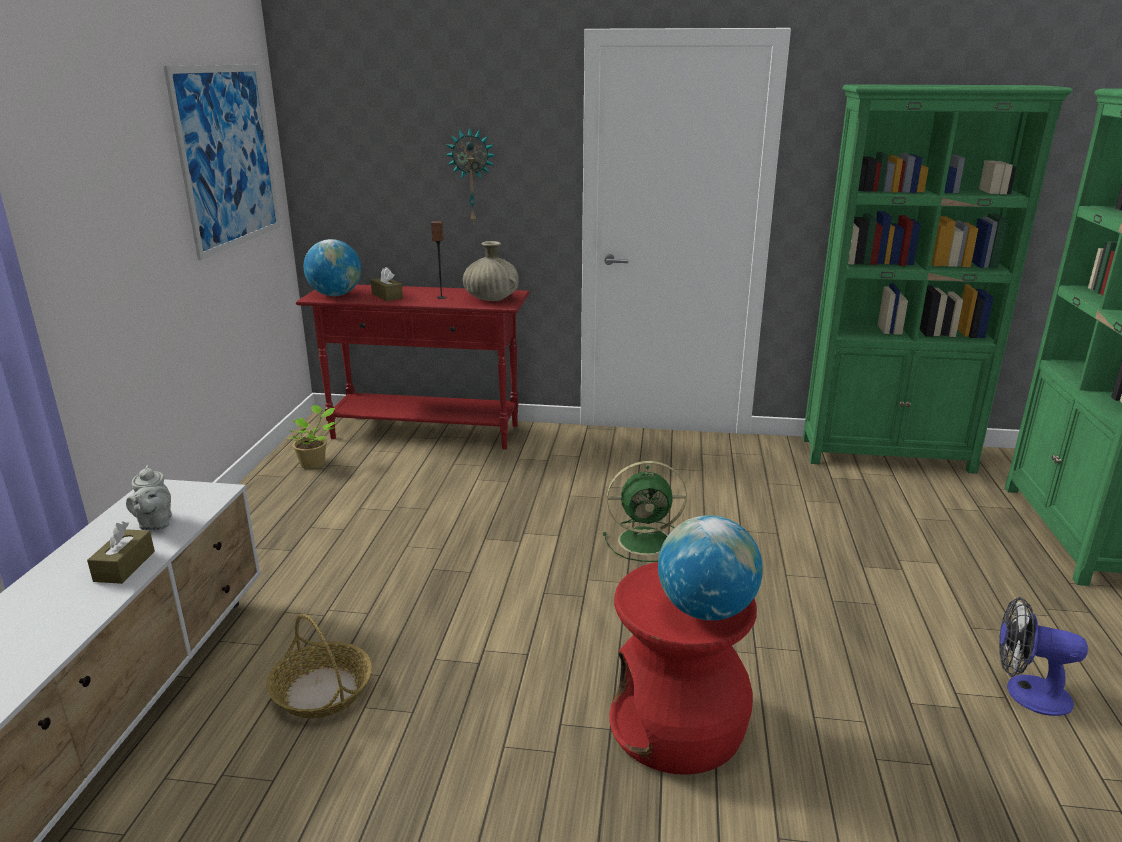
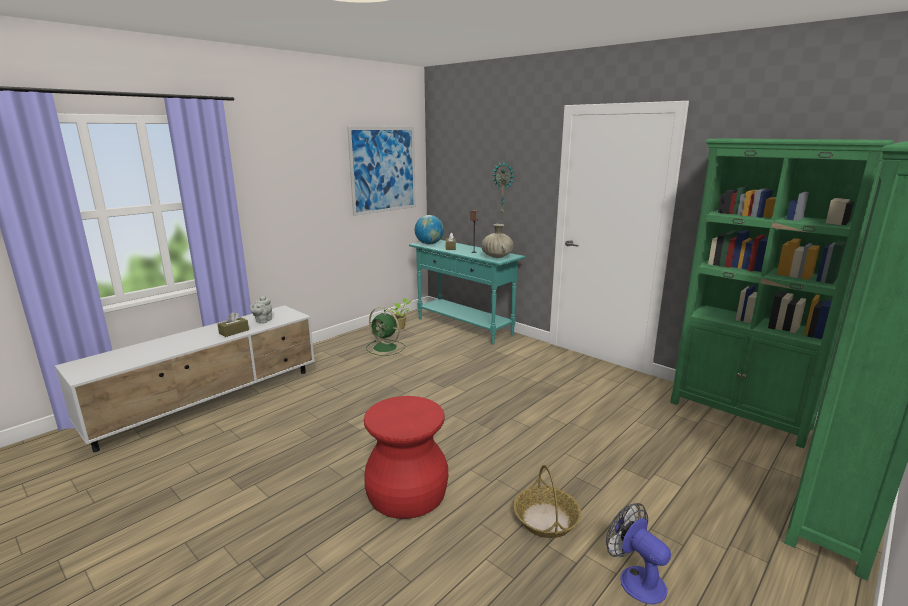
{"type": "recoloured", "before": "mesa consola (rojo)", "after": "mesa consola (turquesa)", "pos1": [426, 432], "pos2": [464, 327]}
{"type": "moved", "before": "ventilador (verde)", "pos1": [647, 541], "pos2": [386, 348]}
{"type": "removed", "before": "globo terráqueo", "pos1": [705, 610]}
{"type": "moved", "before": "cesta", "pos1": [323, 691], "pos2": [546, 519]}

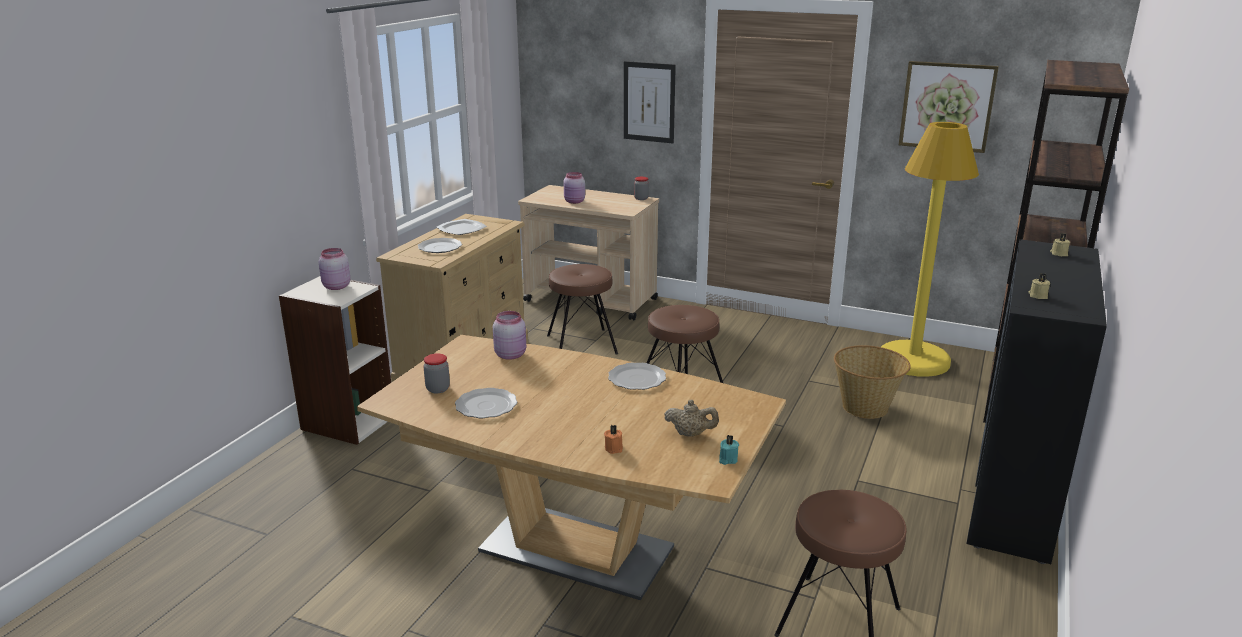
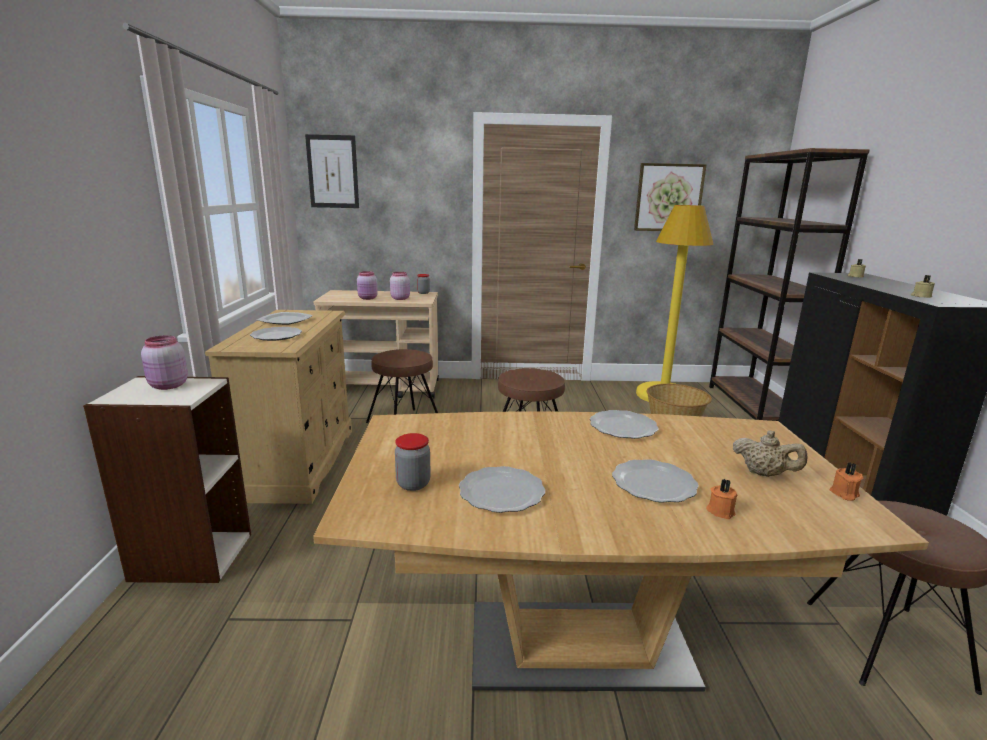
{"type": "moved", "before": "cuadro", "pos1": [649, 102], "pos2": [332, 172]}
{"type": "moved", "before": "tarro (rosa)", "pos1": [511, 354], "pos2": [400, 298]}
{"type": "turned", "before": "tetera (beis)", "pos1": [690, 434], "pos2": [764, 474], "turn": 45}
{"type": "recoloured", "before": "vela (turquesa)", "after": "vela (naranja)", "pos1": [727, 459], "pos2": [844, 494]}
{"type": "added", "after": "plato", "pos2": [654, 484]}

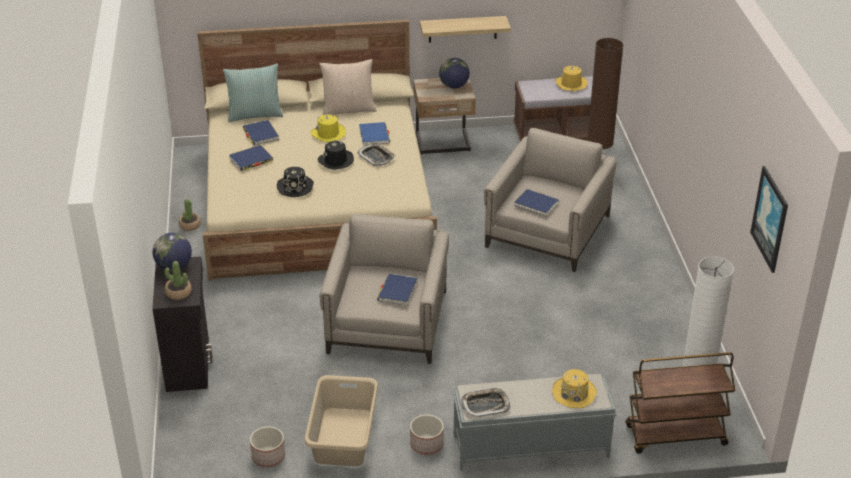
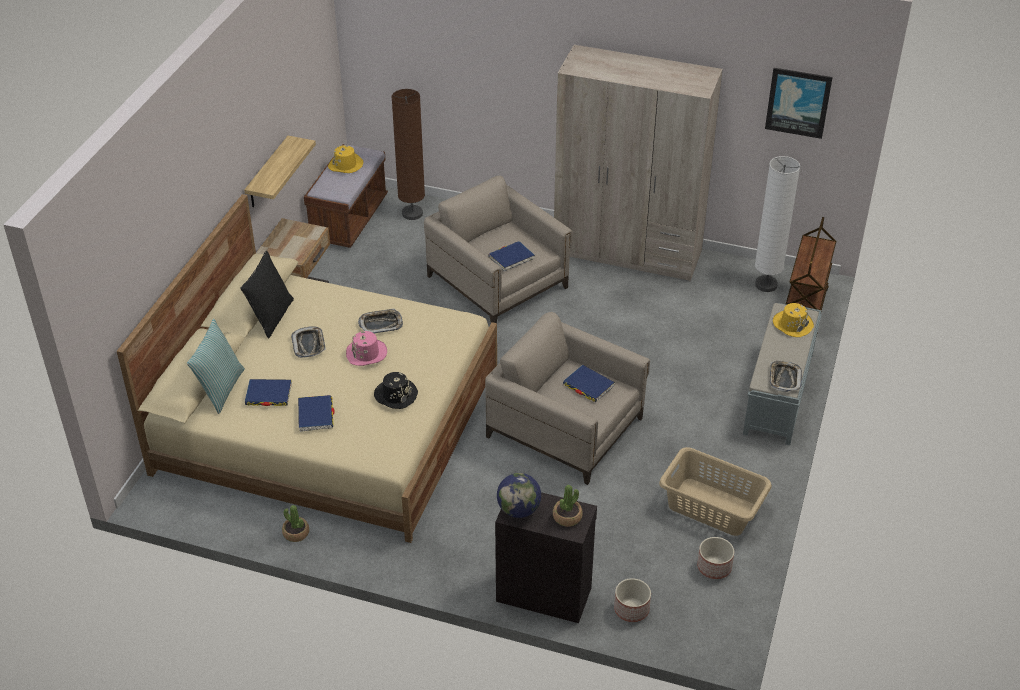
{"type": "removed", "before": "globo terráqueo", "pos1": [454, 86]}
{"type": "recoloured", "before": "cojín (beis)", "after": "cojín (negro)", "pos1": [348, 109], "pos2": [271, 317]}
{"type": "replaced", "before": "sombrero (amarillo)", "after": "bandeja", "pos1": [328, 134], "pos2": [309, 344]}
{"type": "removed", "before": "libro (azul)", "pos1": [374, 135]}
{"type": "recoloured", "before": "sombrero (negro)", "after": "sombrero (rosa)", "pos1": [336, 161], "pos2": [366, 353]}
{"type": "moved", "before": "maceta", "pos1": [426, 444], "pos2": [631, 609]}
{"type": "added", "after": "armario ropero (beis)", "pos2": [627, 252]}

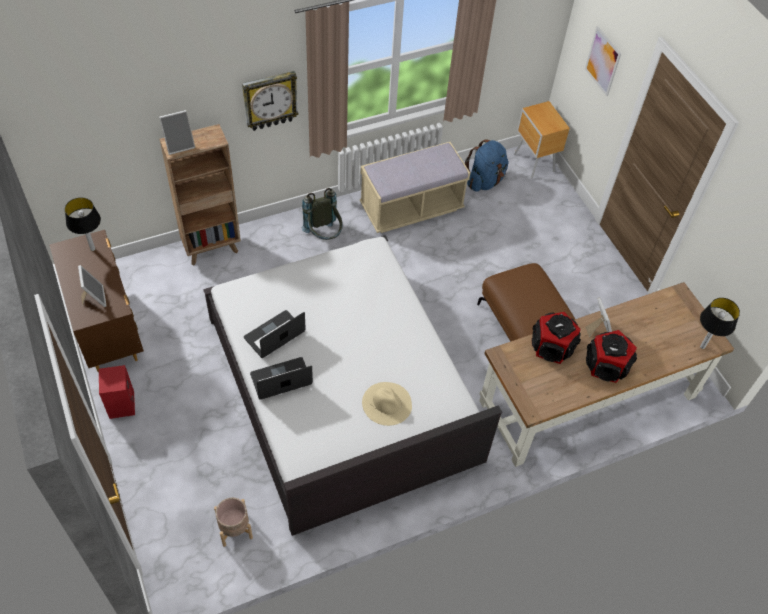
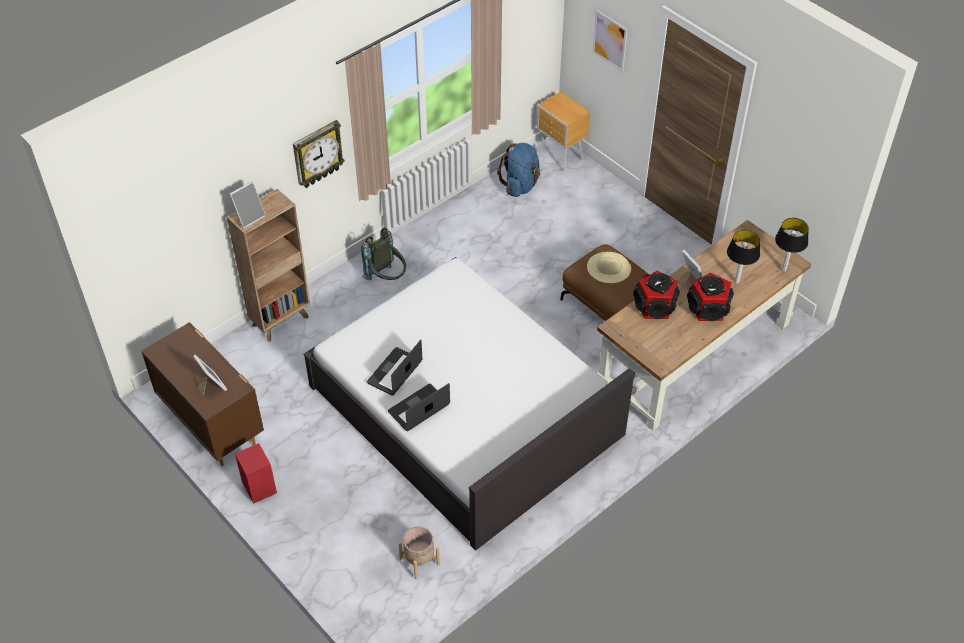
{"type": "removed", "before": "banco (beis)", "pos1": [411, 208]}
{"type": "moved", "before": "lámpara de mesa", "pos1": [92, 249], "pos2": [736, 282]}
{"type": "moved", "before": "sombrero (beis)", "pos1": [387, 403], "pos2": [609, 267]}

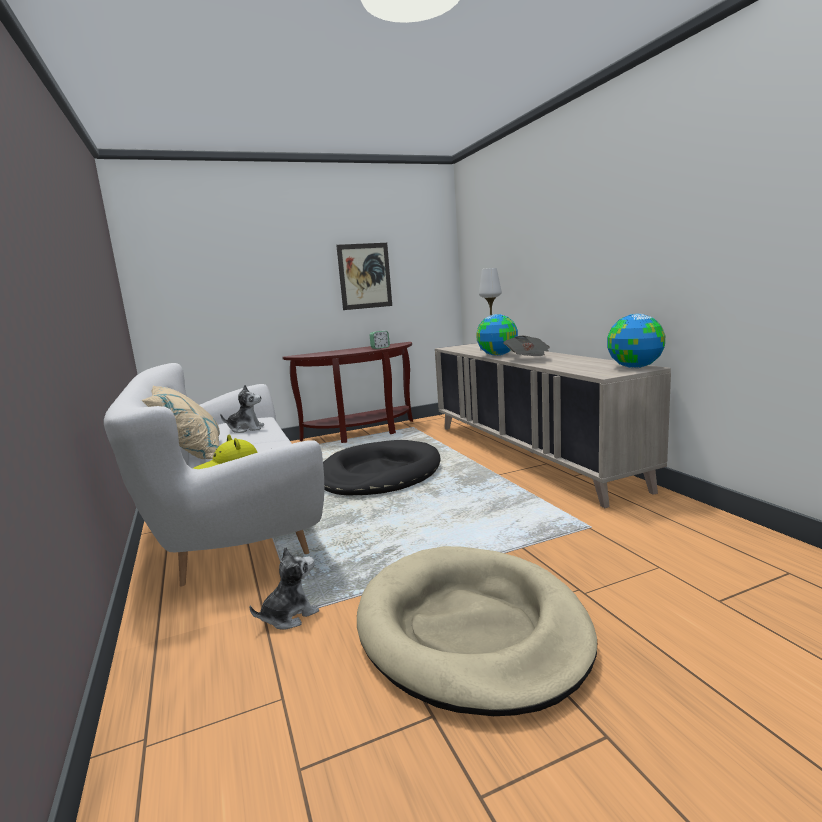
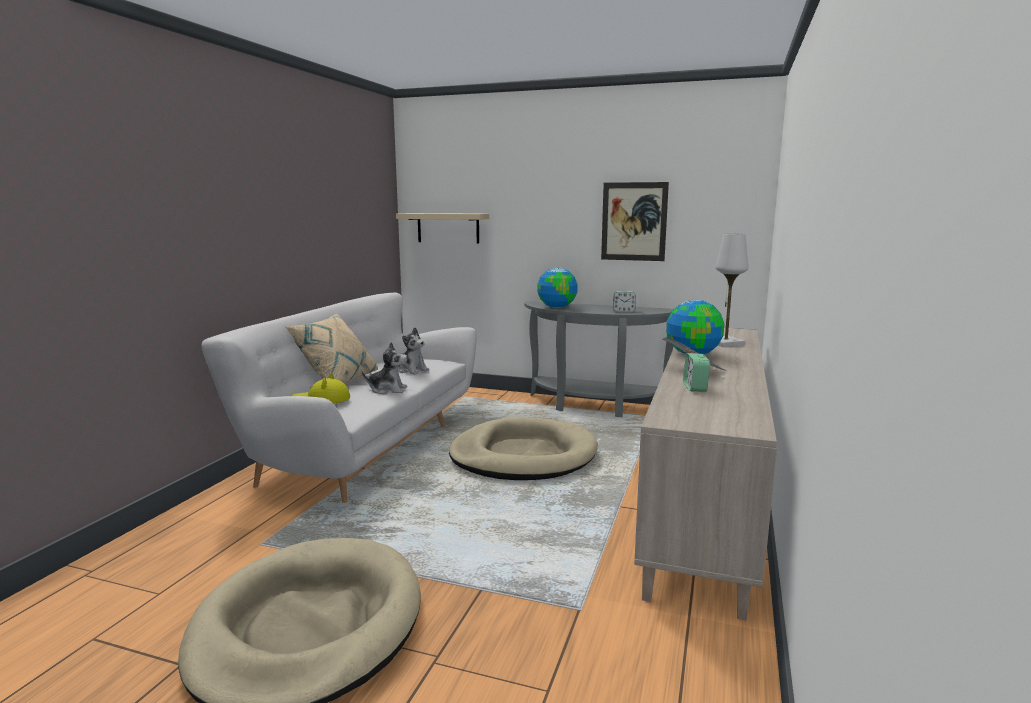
{"type": "moved", "before": "globo terráqueo", "pos1": [634, 367], "pos2": [556, 307]}
{"type": "recoloured", "before": "mesa consola (marrón)", "after": "mesa consola (gris)", "pos1": [362, 433], "pos2": [593, 406]}
{"type": "recoloured", "before": "cama para perro (negro)", "after": "cama para perro (beis)", "pos1": [379, 474], "pos2": [523, 456]}
{"type": "moved", "before": "peluche", "pos1": [289, 615], "pos2": [387, 390]}
{"type": "added", "after": "estante (beis)", "pos2": [448, 228]}
{"type": "added", "after": "despertador", "pos2": [695, 388]}

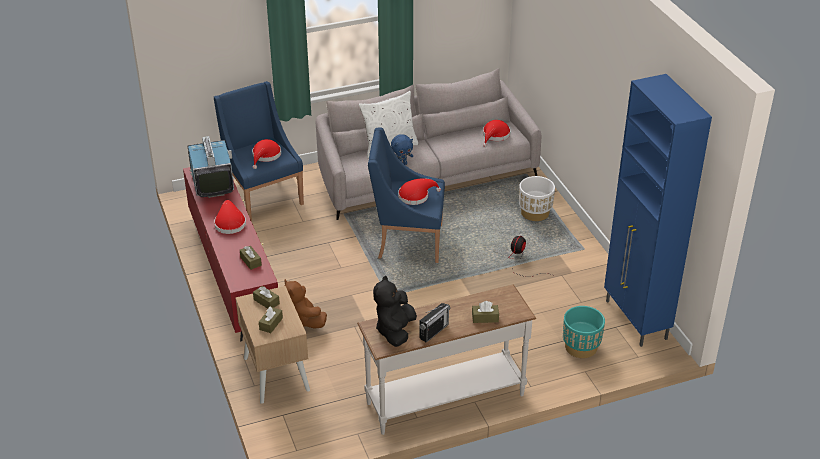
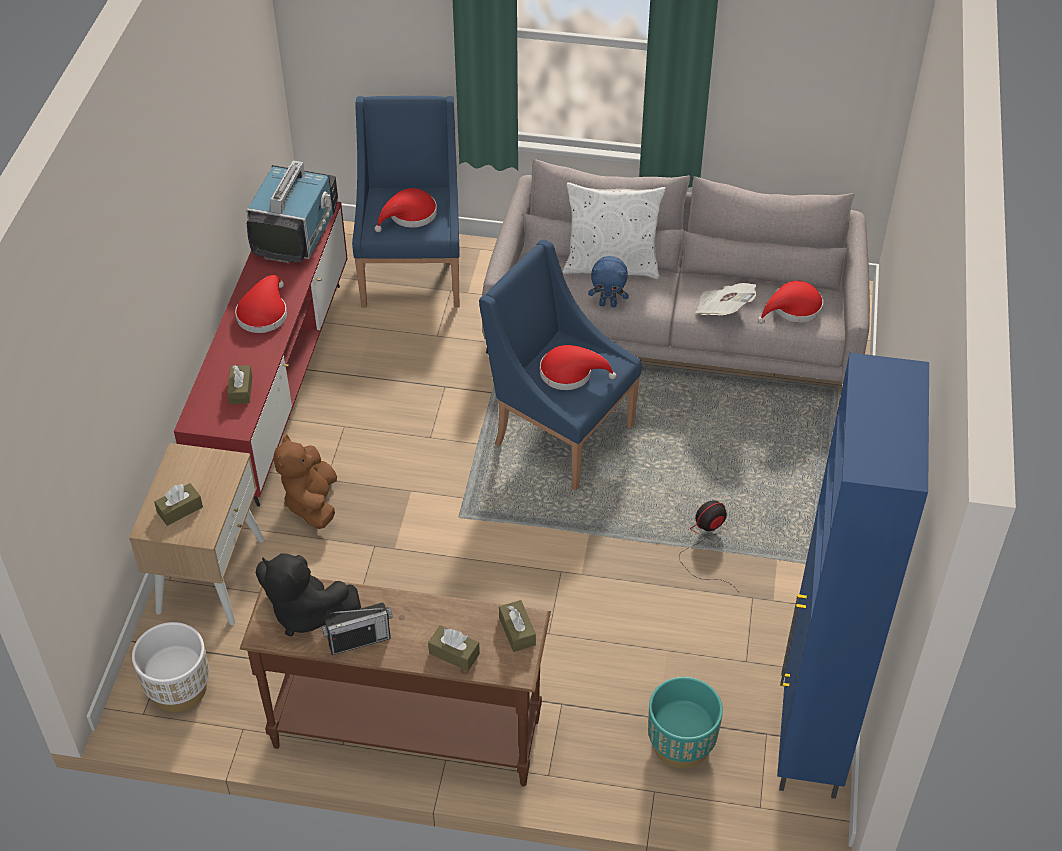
{"type": "moved", "before": "maceta (blanco)", "pos1": [535, 213], "pos2": [178, 688]}
{"type": "turned", "before": "peluche (negro)", "pos1": [395, 331], "pos2": [305, 612], "turn": -105}
{"type": "recoloured", "before": "mesa consola (blanco)", "after": "mesa consola (marrón)", "pos1": [444, 398], "pos2": [407, 731]}
{"type": "moved", "before": "caja de pañuelos (marrón)", "pos1": [266, 302], "pos2": [517, 631]}
{"type": "added", "after": "periódico", "pos2": [723, 310]}

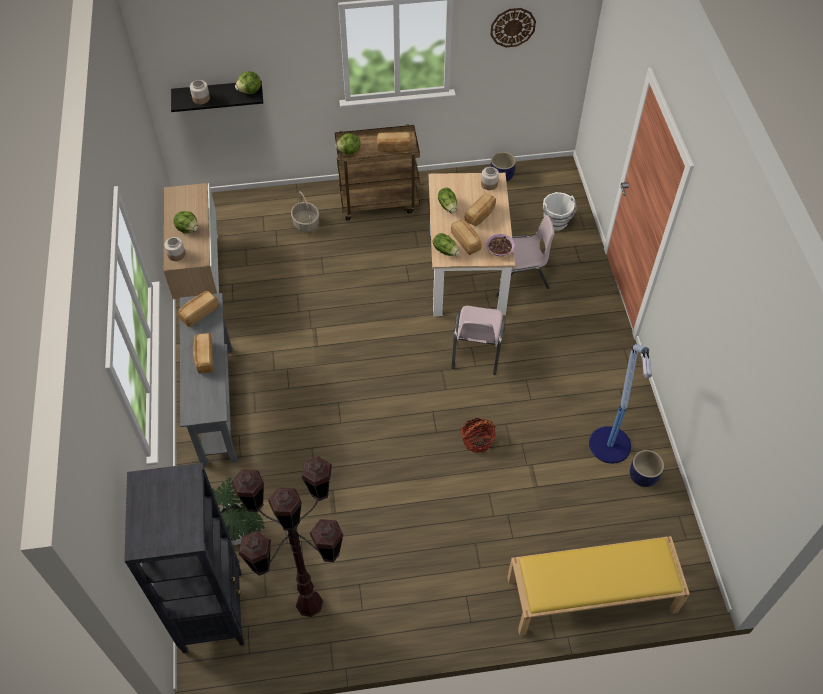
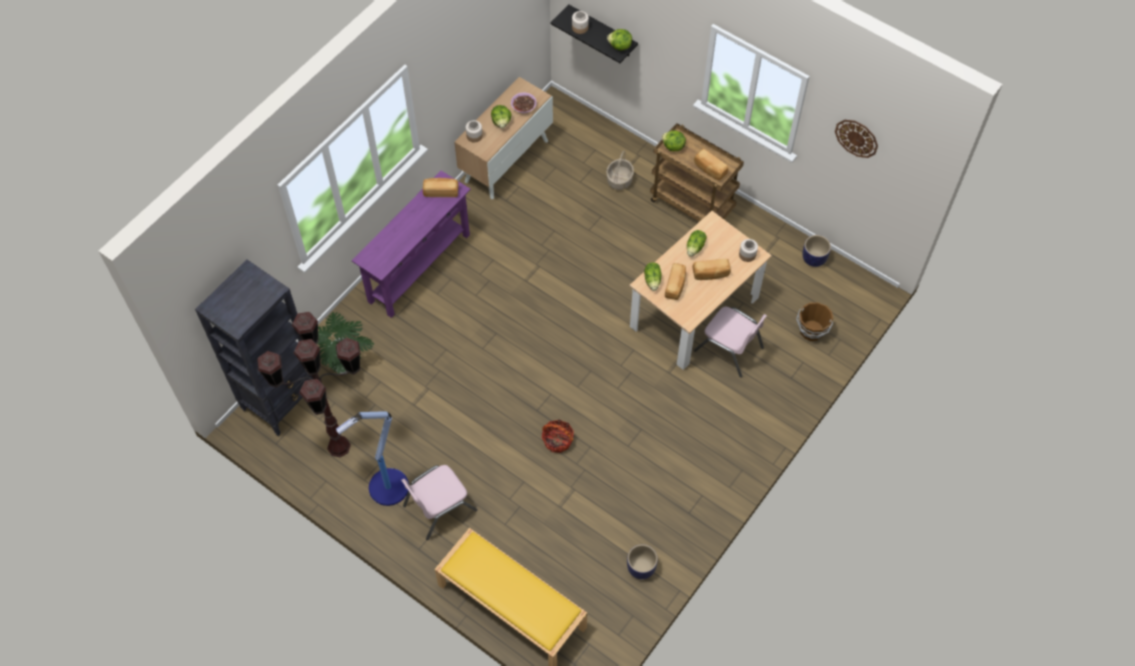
{"type": "recoloured", "before": "cubo (blanco)", "after": "cubo (marrón)", "pos1": [556, 222], "pos2": [811, 331]}
{"type": "moved", "before": "cuenco", "pos1": [499, 248], "pos2": [523, 106]}
{"type": "recoloured", "before": "mesa consola (gris)", "after": "mesa consola (morado)", "pos1": [216, 405], "pos2": [419, 267]}
{"type": "moved", "before": "silla (rosa)", "pos1": [476, 349], "pos2": [439, 507]}
{"type": "removed", "before": "pan", "pos1": [204, 358]}
{"type": "moved", "before": "lámpara de pie", "pos1": [610, 446], "pos2": [387, 488]}

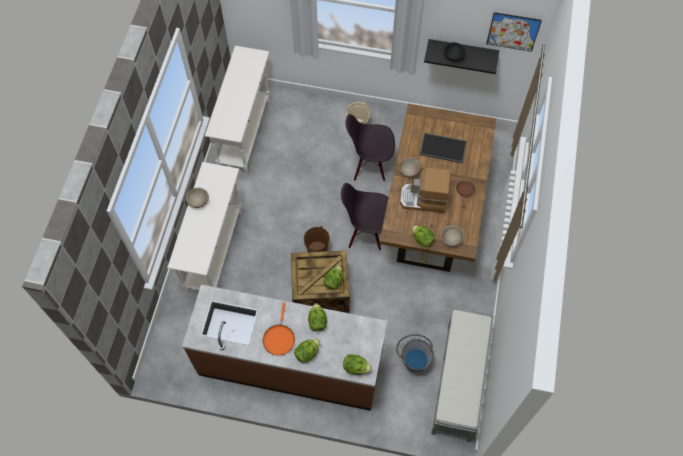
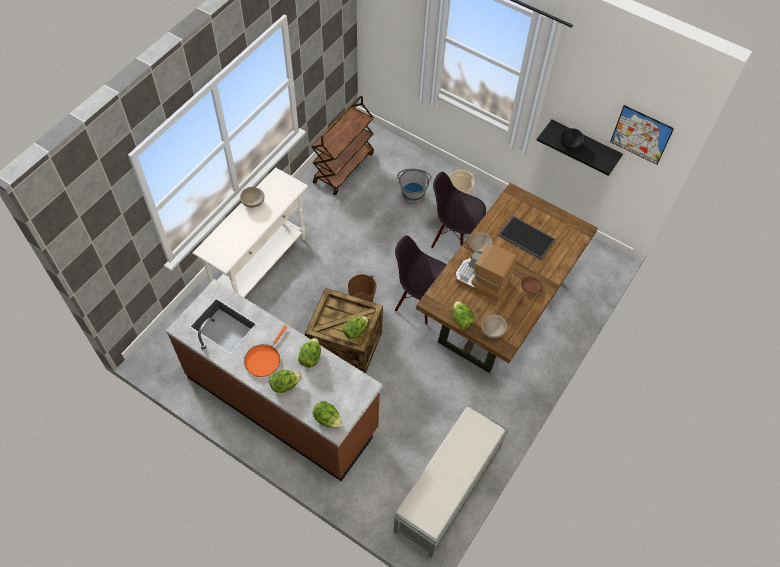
{"type": "replaced", "before": "mesa consola (blanco)", "after": "carrito (marrón)", "pos1": [245, 134], "pos2": [343, 167]}
{"type": "moved", "before": "cubo (gris)", "pos1": [413, 358], "pos2": [413, 192]}

